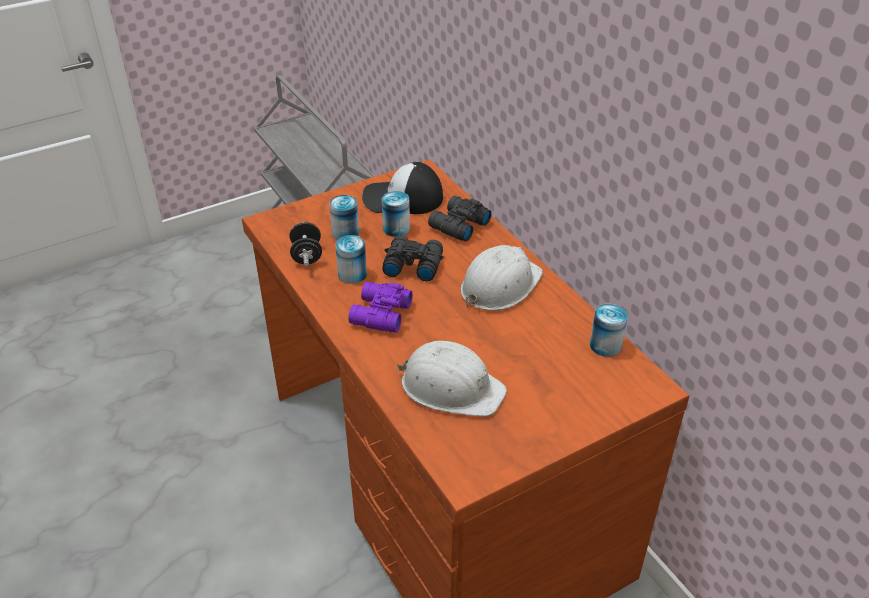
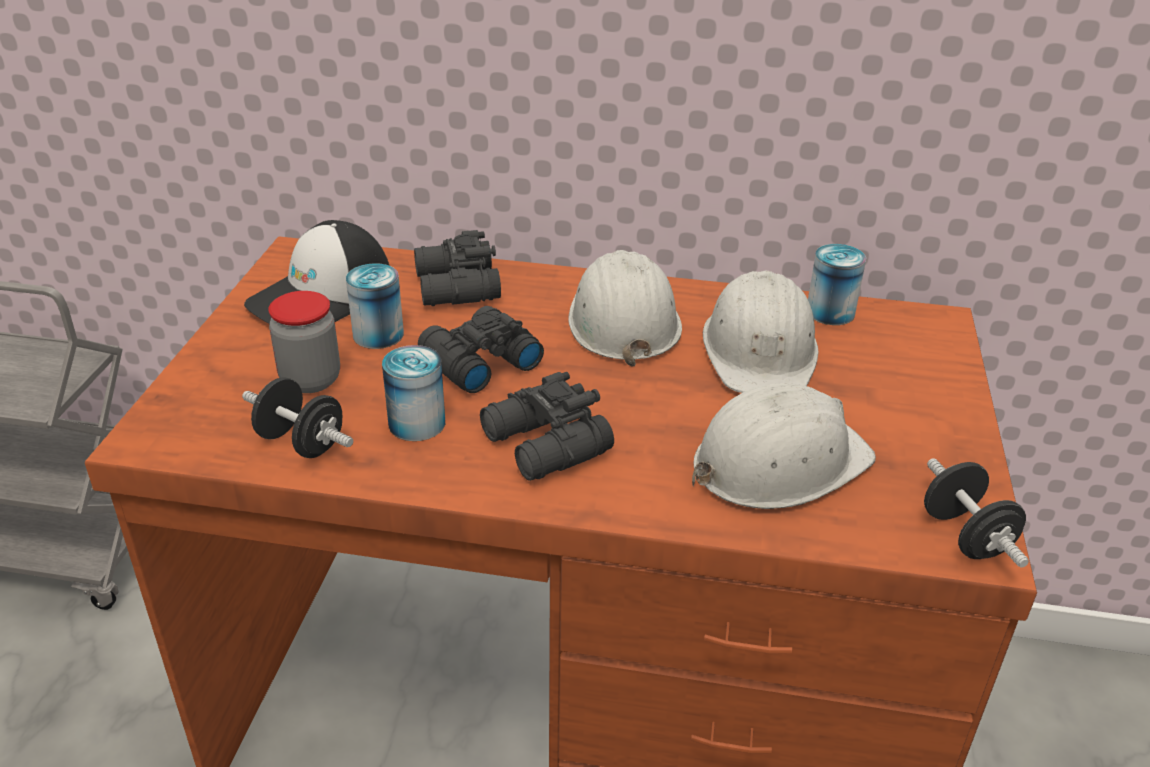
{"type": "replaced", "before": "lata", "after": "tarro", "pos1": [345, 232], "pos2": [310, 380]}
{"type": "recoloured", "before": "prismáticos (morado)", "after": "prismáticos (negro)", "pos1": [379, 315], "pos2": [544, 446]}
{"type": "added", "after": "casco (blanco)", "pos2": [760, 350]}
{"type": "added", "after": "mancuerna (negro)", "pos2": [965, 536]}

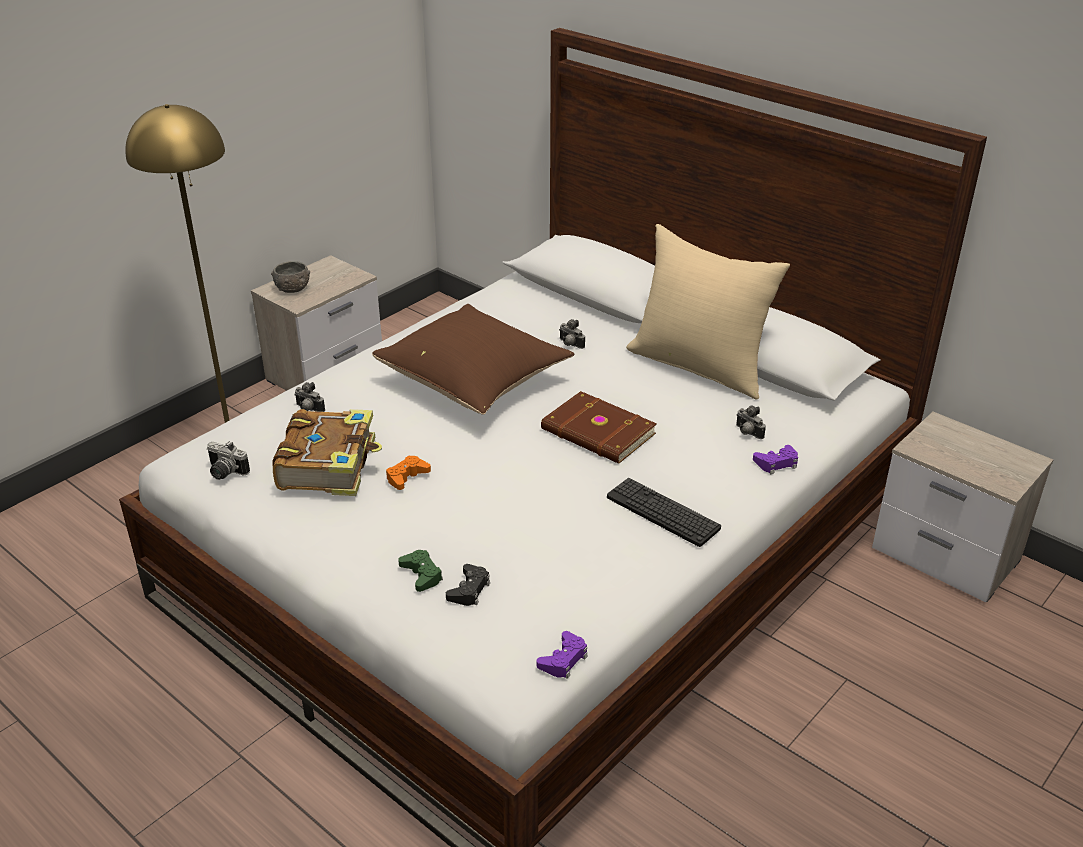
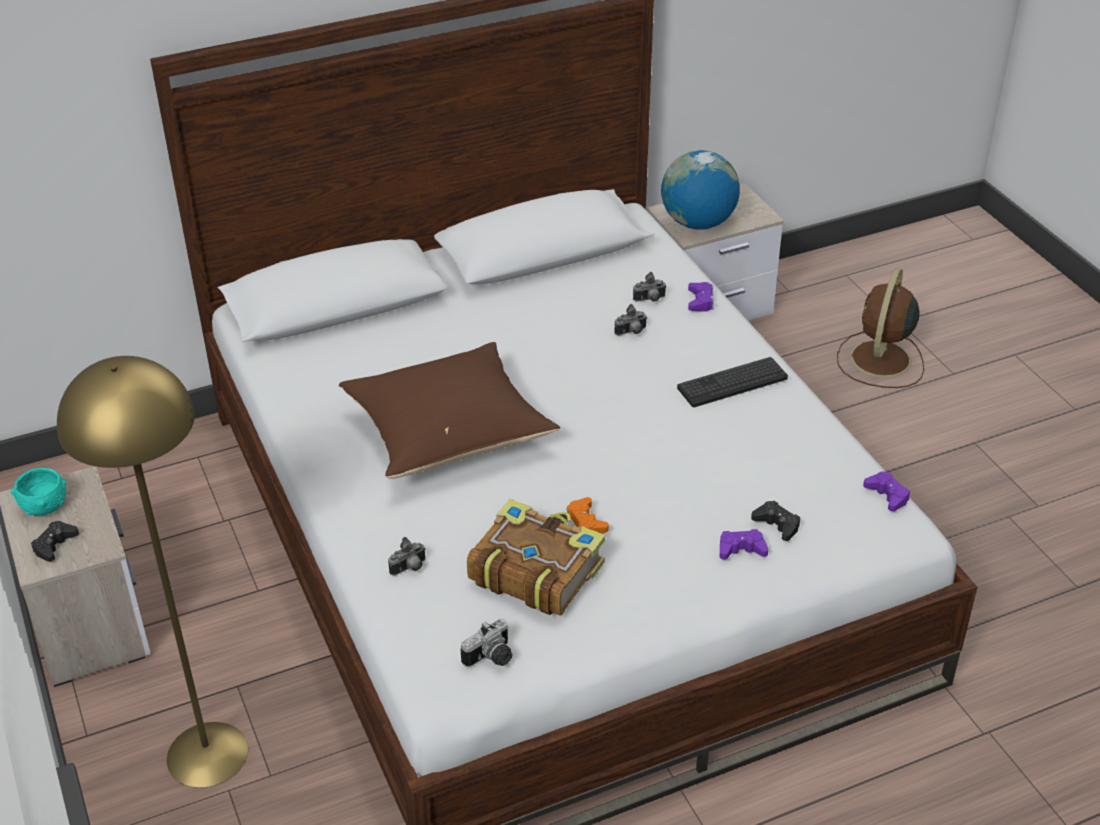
{"type": "removed", "before": "cojín (beis)", "pos1": [700, 365]}
{"type": "replaced", "before": "cuenco (gris)", "after": "mando de consola (negro)", "pos1": [292, 288], "pos2": [54, 545]}
{"type": "moved", "before": "cámara", "pos1": [570, 345], "pos2": [631, 332]}
{"type": "removed", "before": "libro (marrón)", "pos1": [597, 433]}
{"type": "recoloured", "before": "mando de consola (verde)", "after": "mando de consola (morado)", "pos1": [421, 575], "pos2": [741, 549]}
{"type": "added", "after": "globo terráqueo", "pos2": [697, 223]}
{"type": "added", "after": "ventilador (marrón)", "pos2": [880, 361]}
{"type": "added", "after": "cuenco (turquesa)", "pos2": [44, 505]}

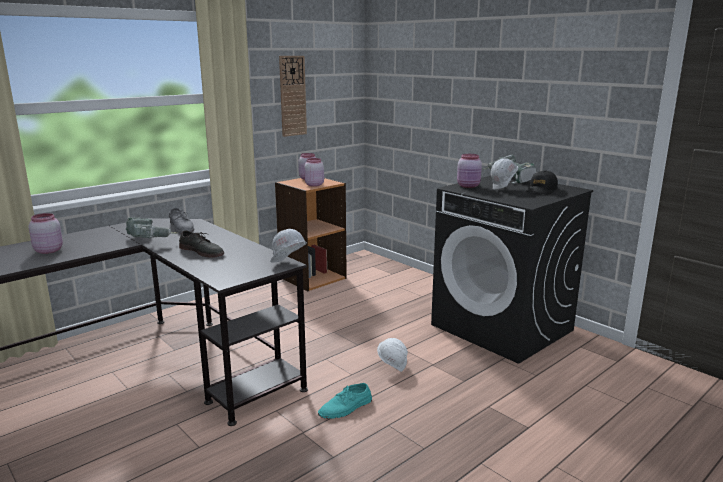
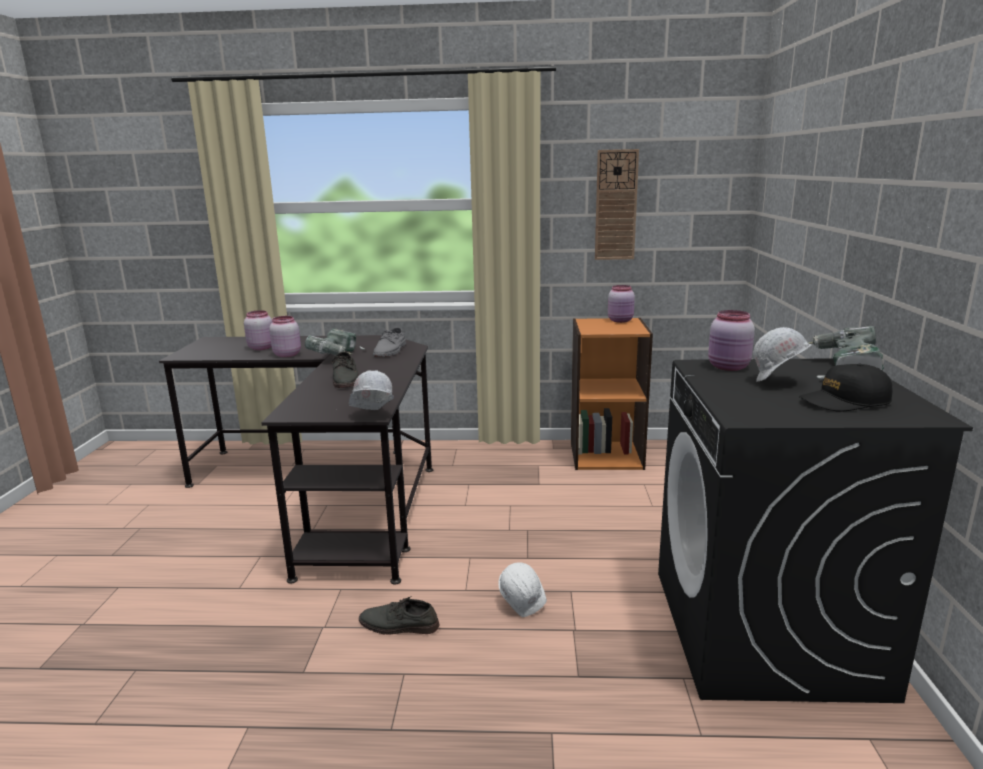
{"type": "moved", "before": "tarro (rosa)", "pos1": [314, 185], "pos2": [287, 354]}
{"type": "recoloured", "before": "zapato (turquesa)", "after": "zapato (gris)", "pos1": [346, 408], "pos2": [398, 625]}

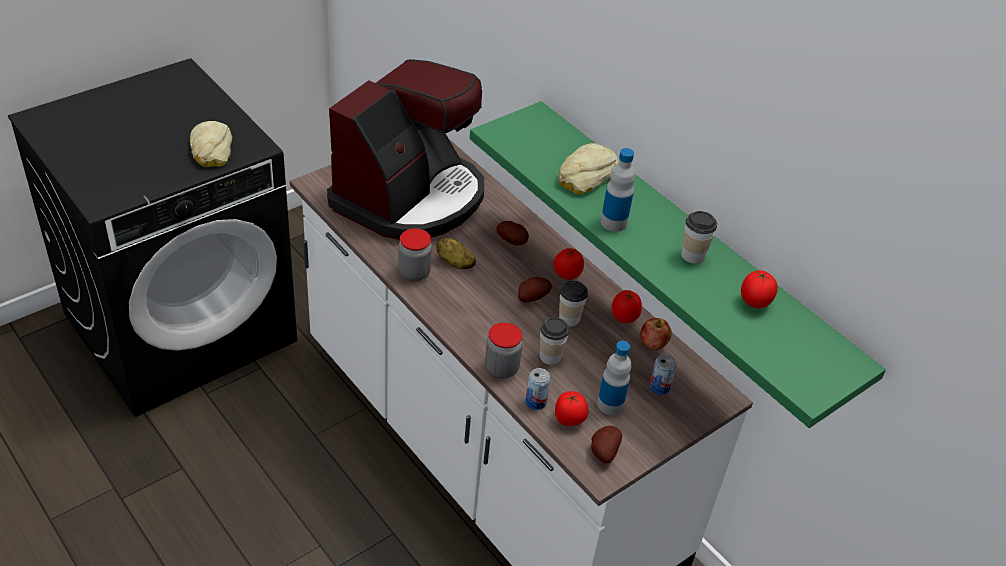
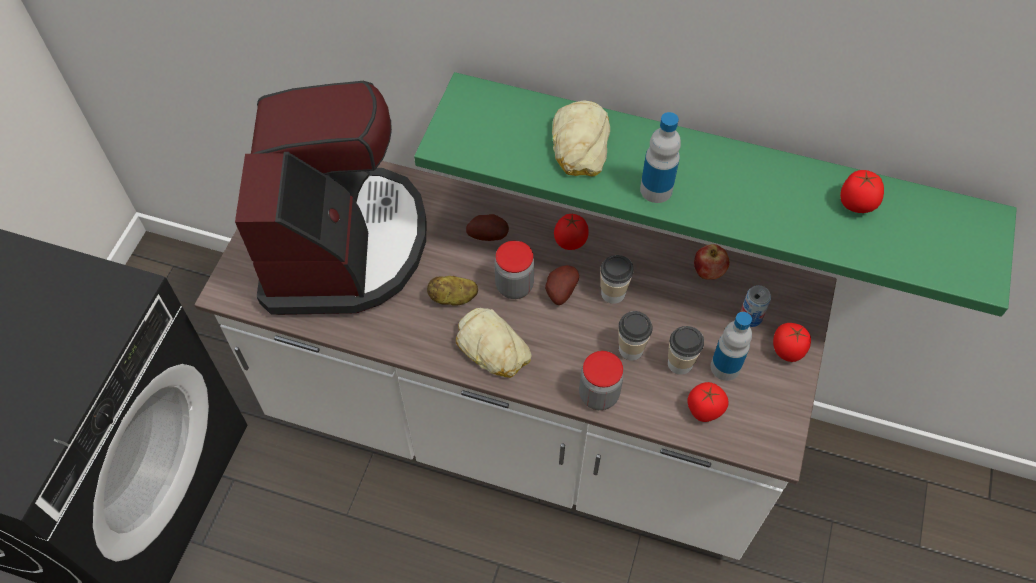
{"type": "moved", "before": "pan", "pos1": [211, 150], "pos2": [492, 349]}
{"type": "moved", "before": "taza", "pos1": [692, 255], "pos2": [680, 363]}
{"type": "moved", "before": "tarro", "pos1": [414, 273], "pos2": [514, 286]}
{"type": "moved", "before": "tomate", "pos1": [624, 317], "pos2": [787, 350]}
{"type": "removed", "before": "lata", "pos1": [536, 402]}
{"type": "removed", "before": "patata", "pos1": [602, 452]}

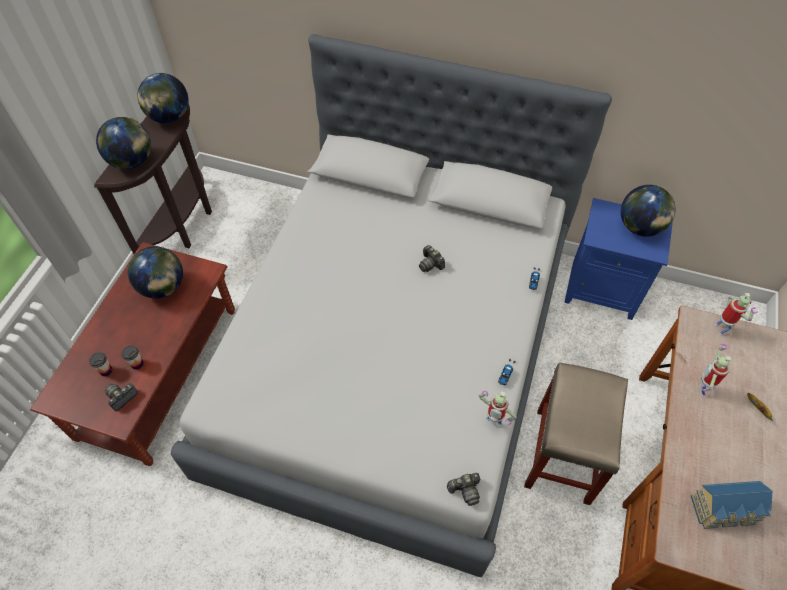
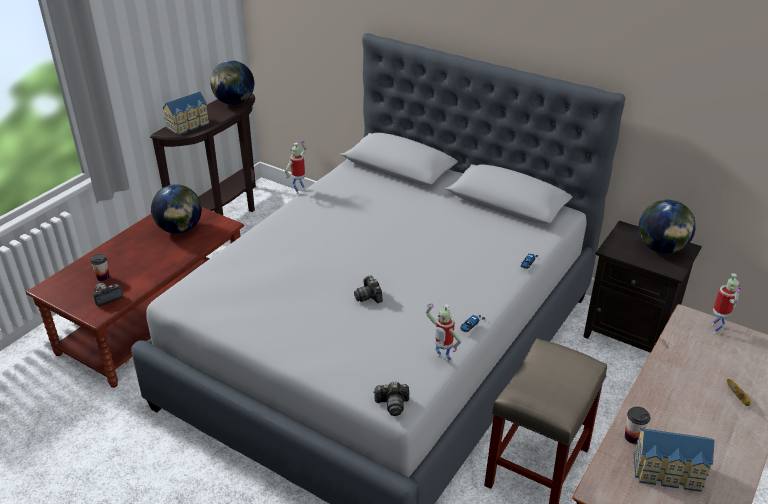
{"type": "replaced", "before": "globo terráqueo", "after": "casita", "pos1": [132, 162], "pos2": [189, 125]}
{"type": "recoloured", "before": "mesita de noche (azul)", "after": "mesita de noche (negro)", "pos1": [603, 289], "pos2": [630, 333]}
{"type": "moved", "before": "cámara", "pos1": [430, 264], "pos2": [369, 296]}
{"type": "moved", "before": "robot de juguete", "pos1": [701, 389], "pos2": [299, 190]}
{"type": "moved", "before": "taza", "pos1": [137, 364], "pos2": [632, 437]}

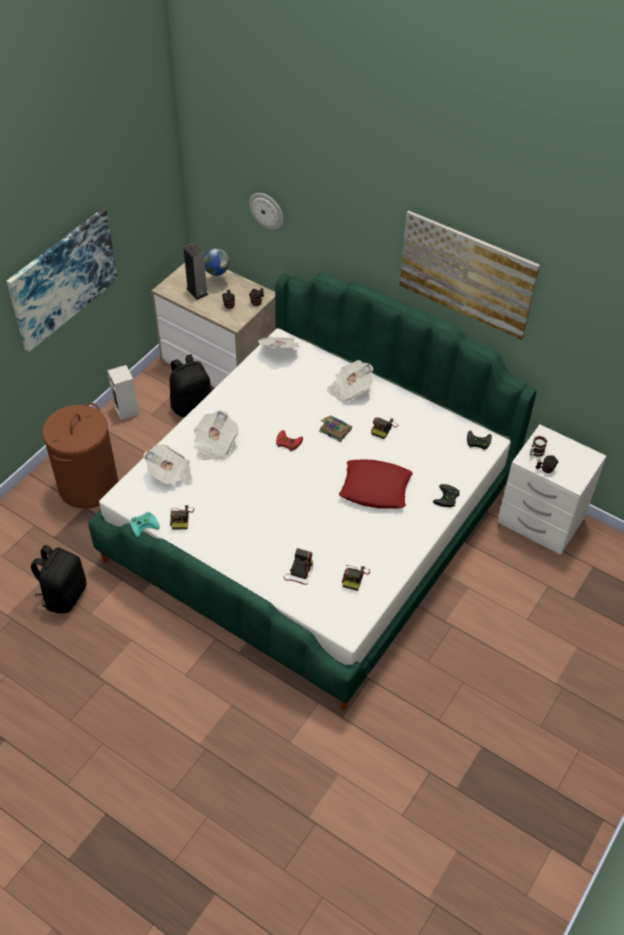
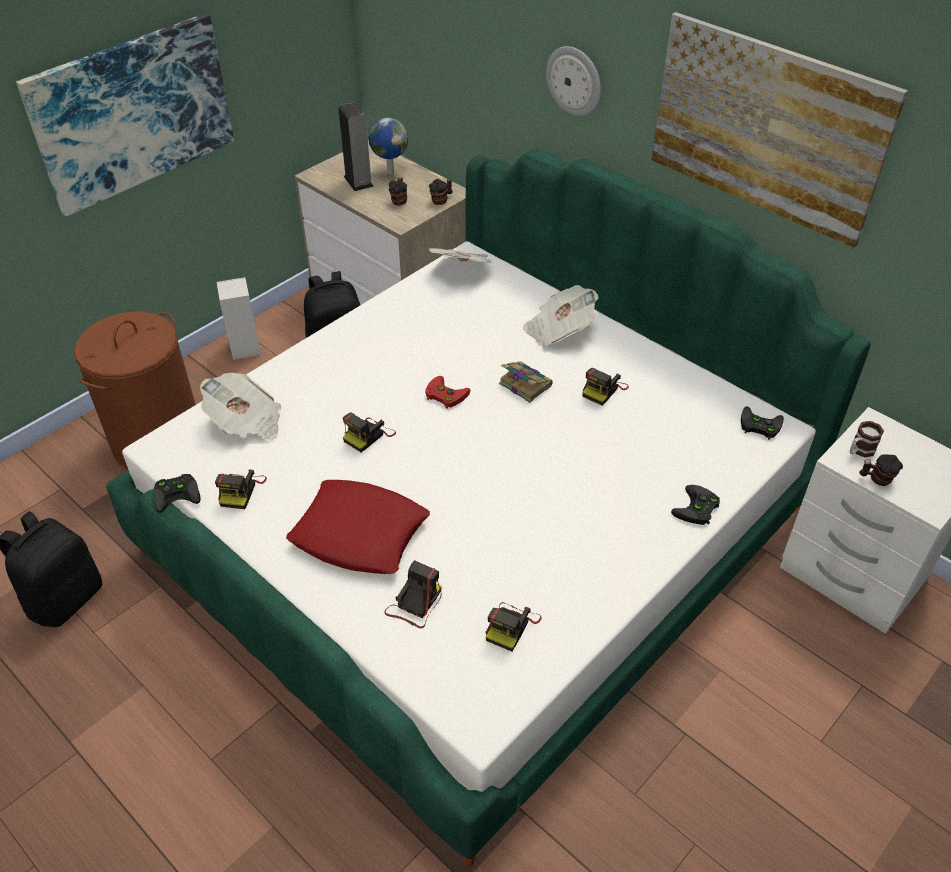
{"type": "moved", "before": "reloj de pared", "pos1": [267, 210], "pos2": [574, 80]}
{"type": "removed", "before": "periódico", "pos1": [214, 445]}
{"type": "moved", "before": "cojín (rojo)", "pos1": [375, 488], "pos2": [360, 534]}
{"type": "recoloured", "before": "mando de consola (turquesa)", "after": "mando de consola (negro)", "pos1": [144, 524], "pos2": [178, 493]}
{"type": "added", "after": "cámara", "pos2": [368, 435]}

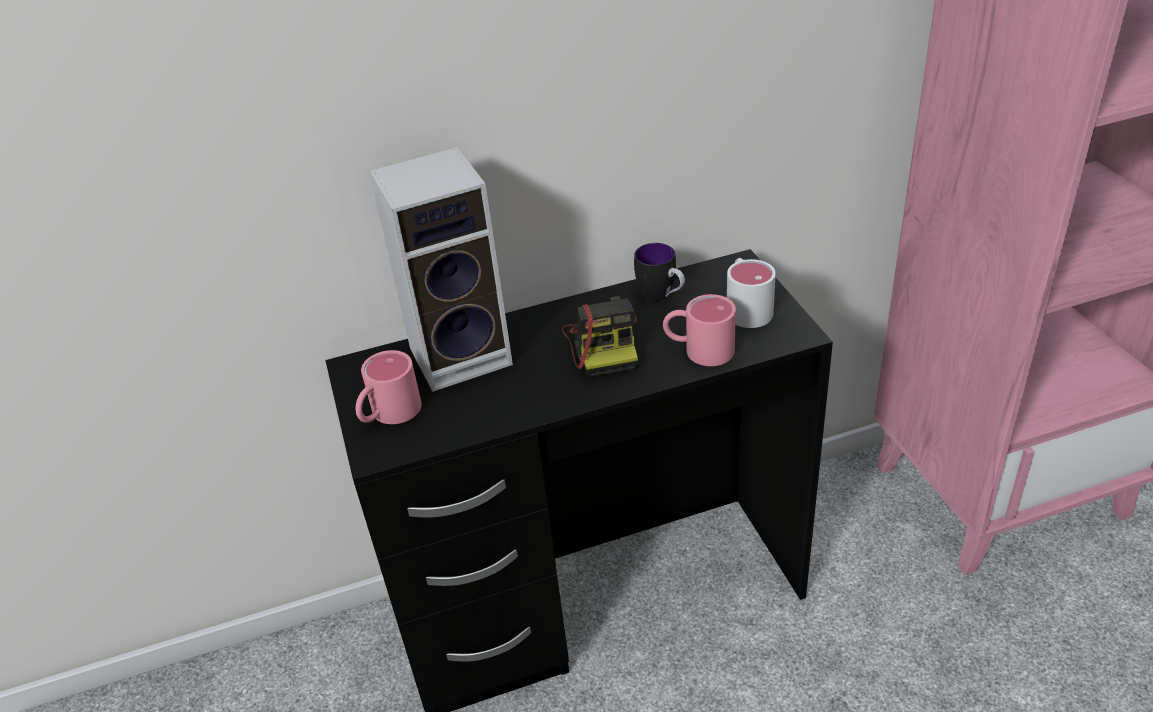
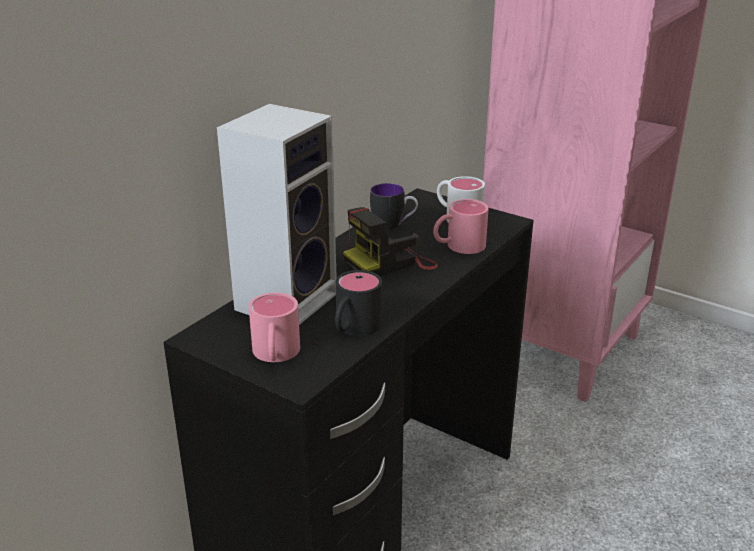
{"type": "turned", "before": "cámara", "pos1": [604, 344], "pos2": [390, 262], "turn": 105}
{"type": "added", "after": "taza grande (negro)", "pos2": [353, 329]}

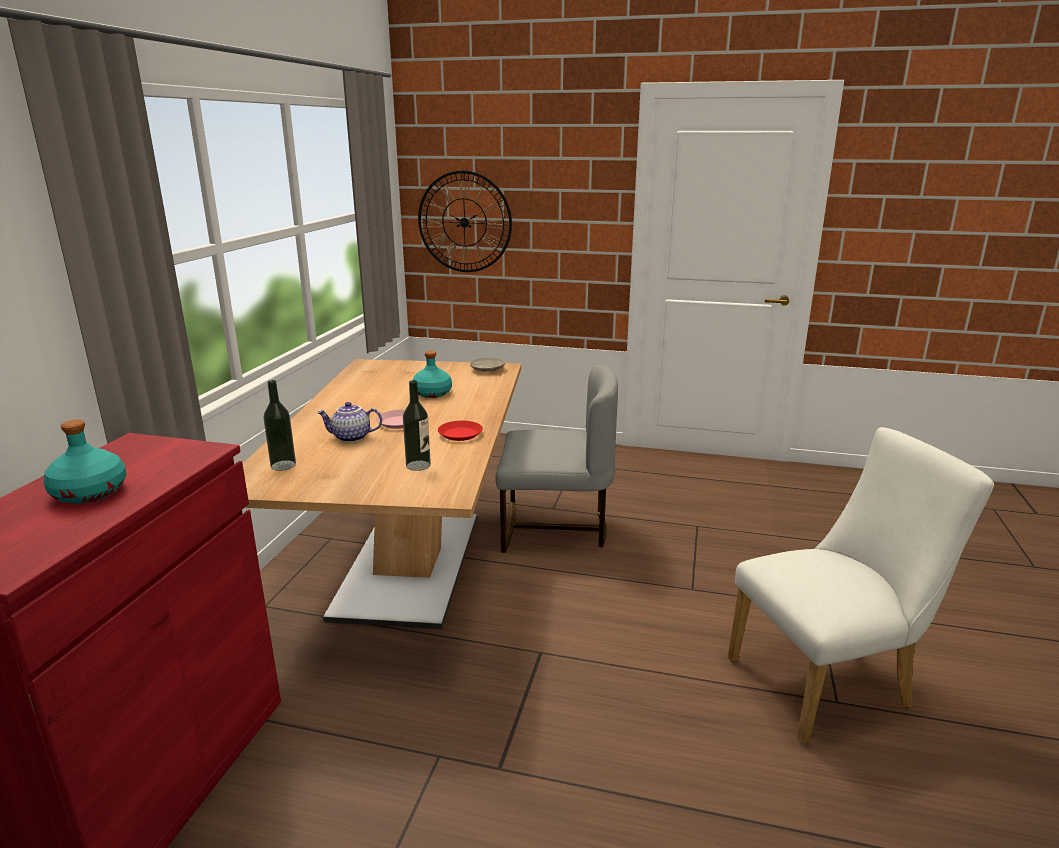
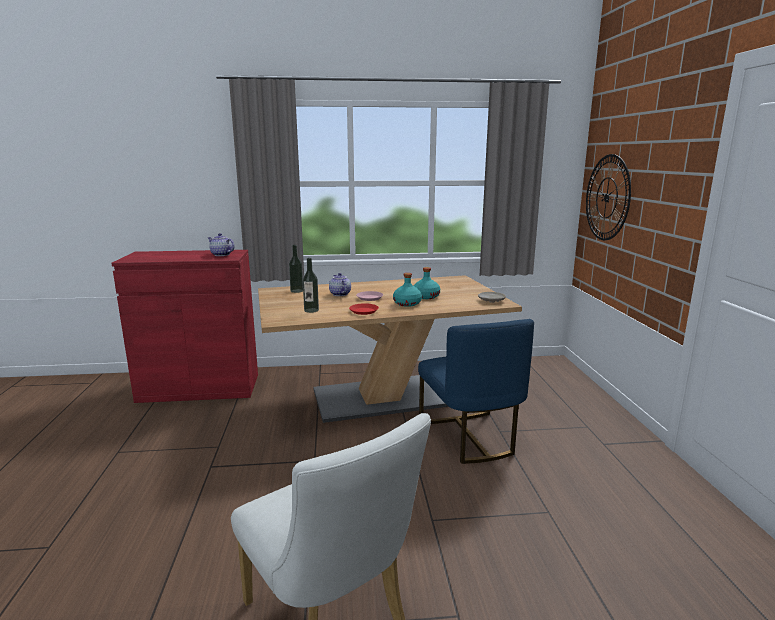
{"type": "recoloured", "before": "silla (gris)", "after": "silla (azul)", "pos1": [554, 528], "pos2": [469, 437]}
{"type": "moved", "before": "botella (turquesa)", "pos1": [90, 493], "pos2": [407, 304]}
{"type": "added", "after": "tetera", "pos2": [221, 255]}

